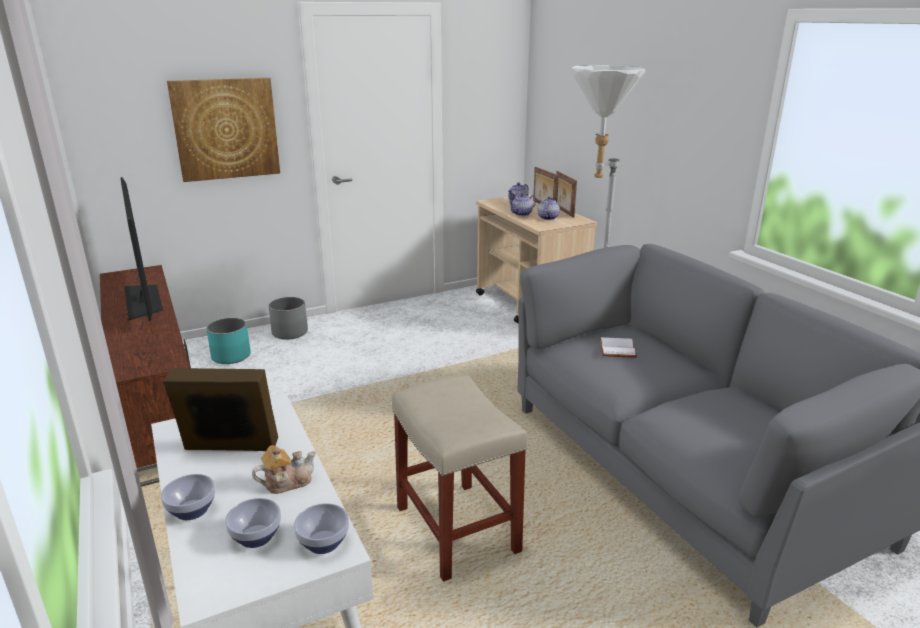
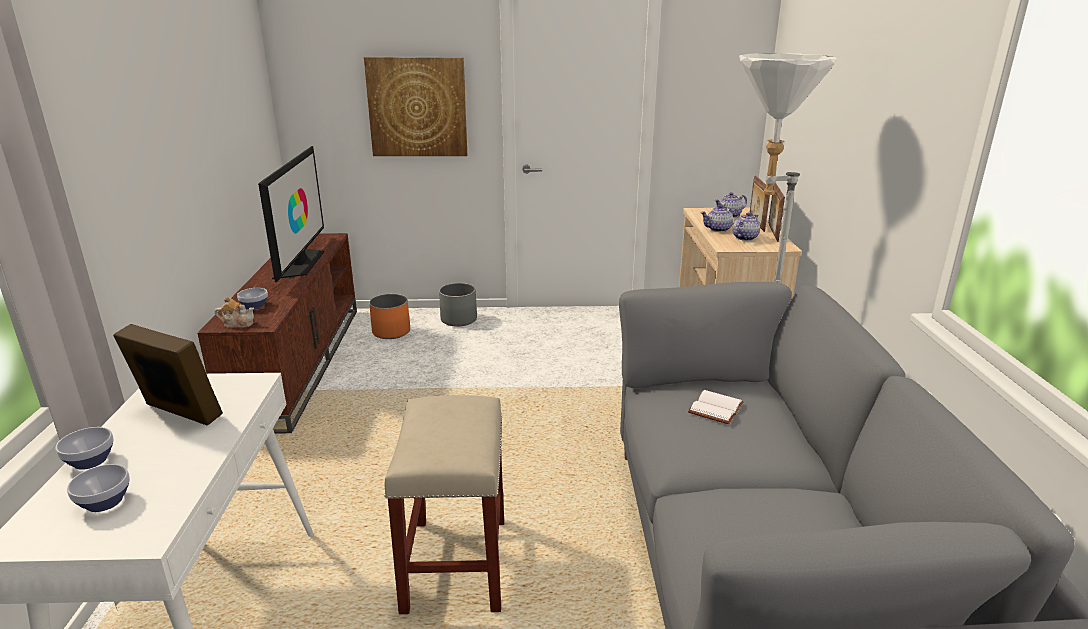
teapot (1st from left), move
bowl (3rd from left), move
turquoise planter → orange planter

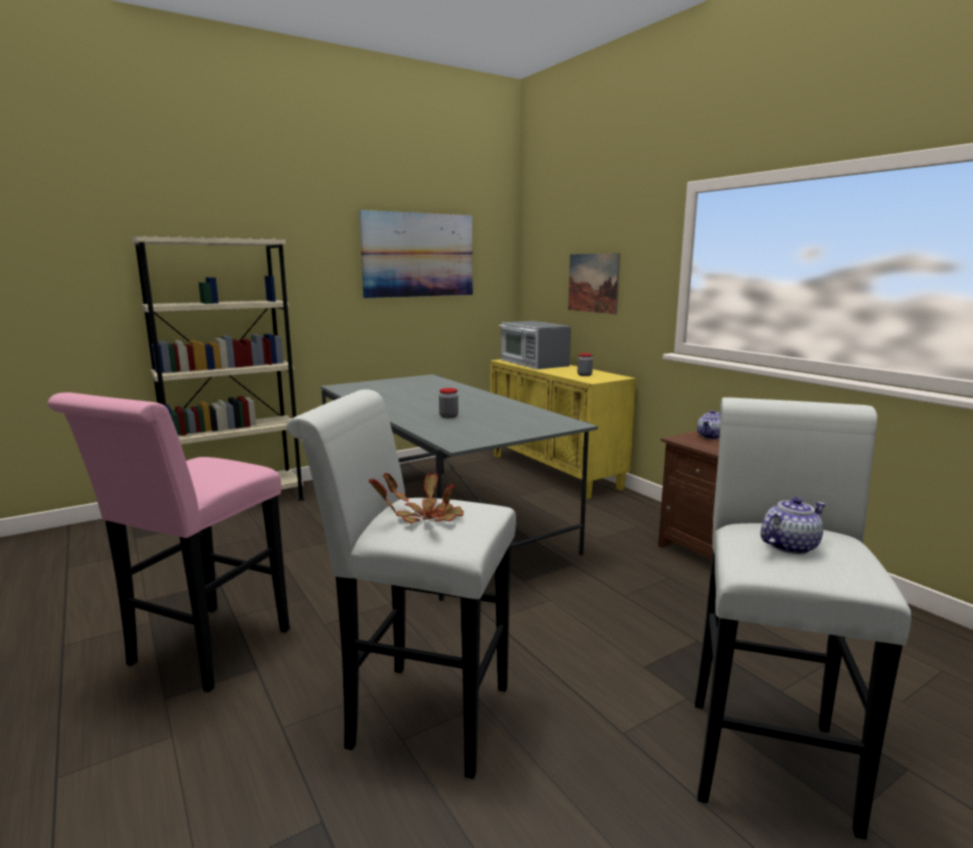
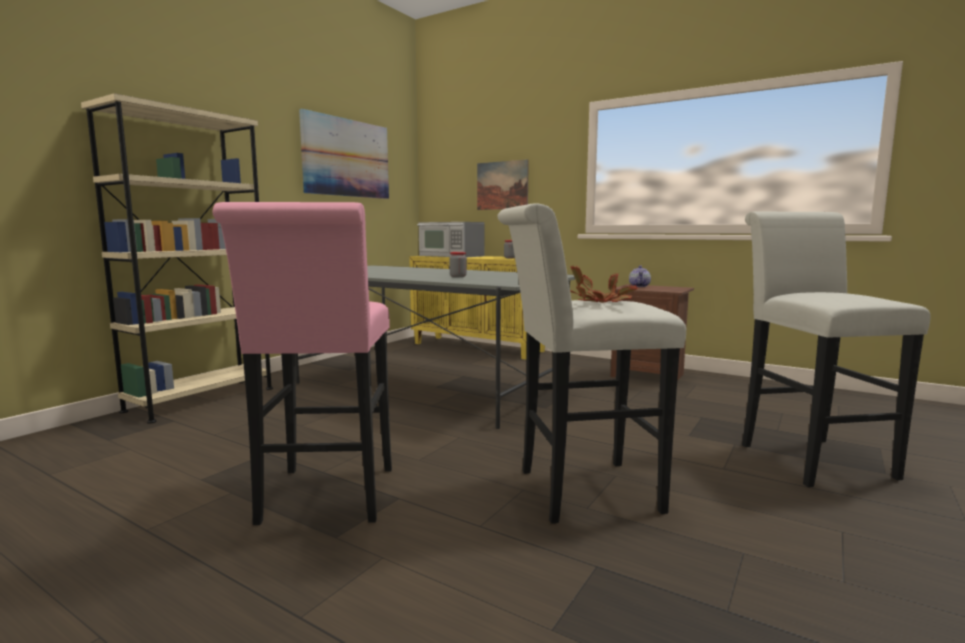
teapot (2nd from left) → -

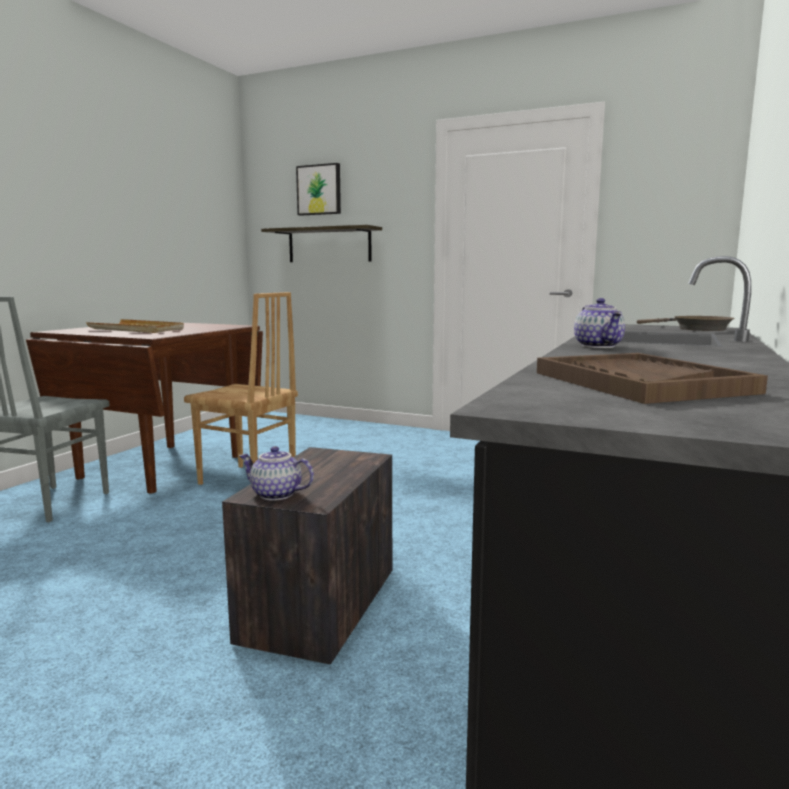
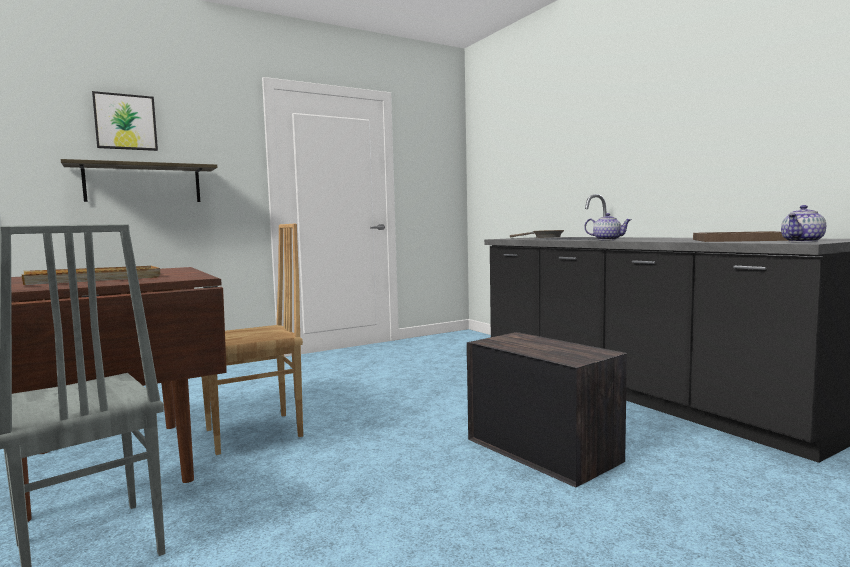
teapot (1st from left in the first image) → teapot (2nd from left), move

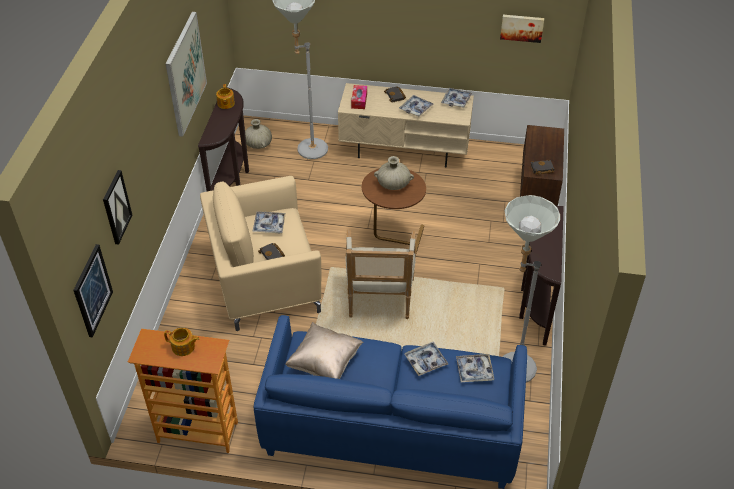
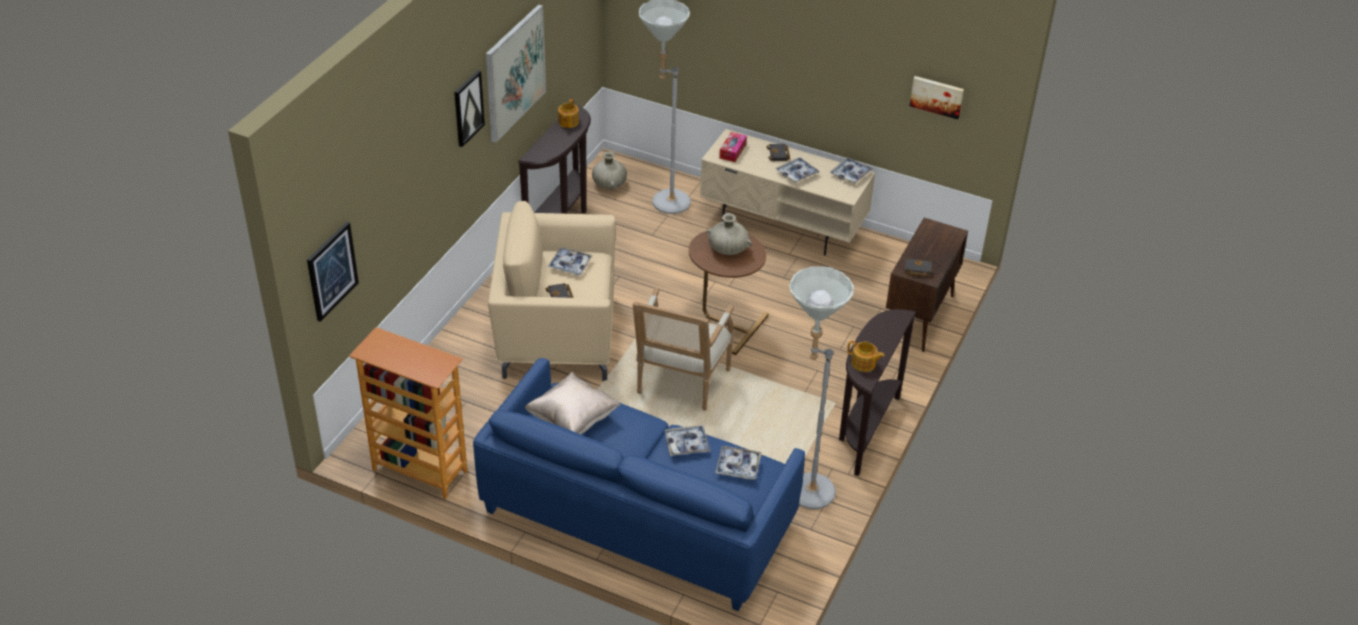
picture (2nd from left), move
teapot (1st from left in the first image) → teapot (2nd from left), move

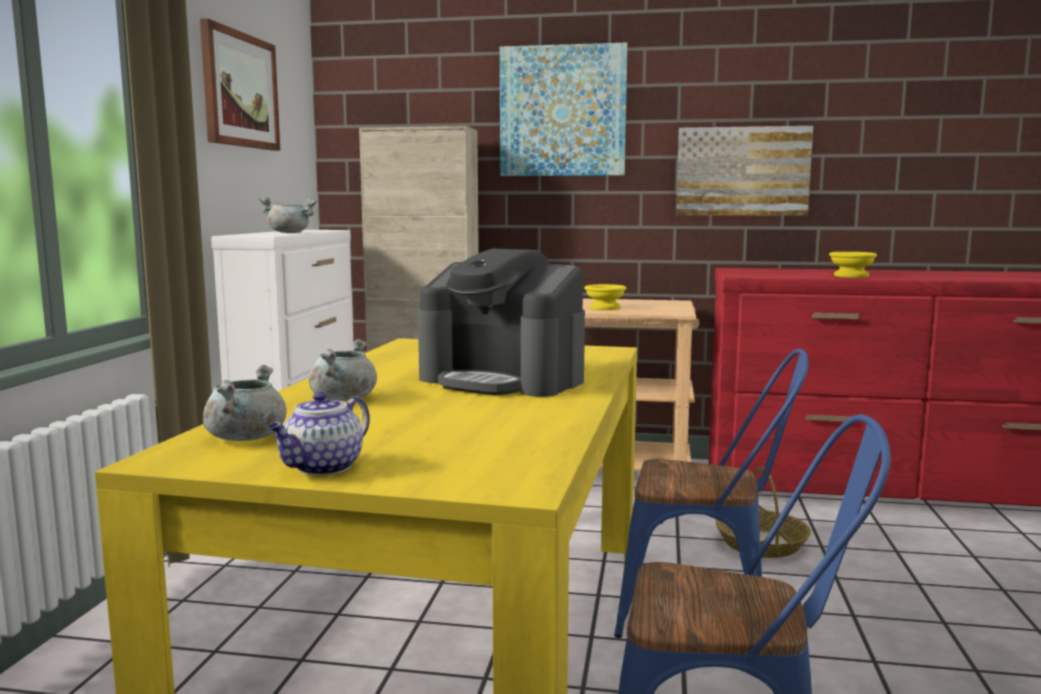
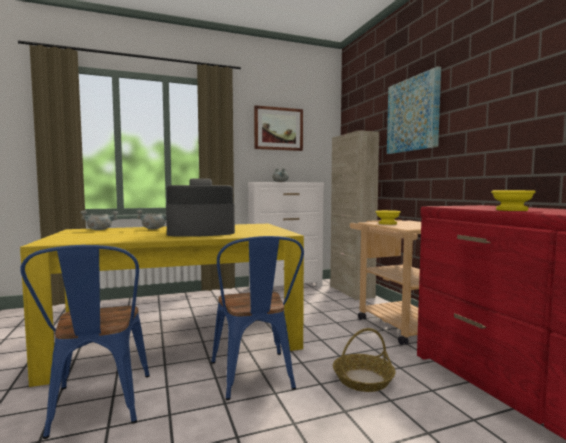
teapot → -
picture (3rd from left) → -
coffee machine, 75 degrees clockwise

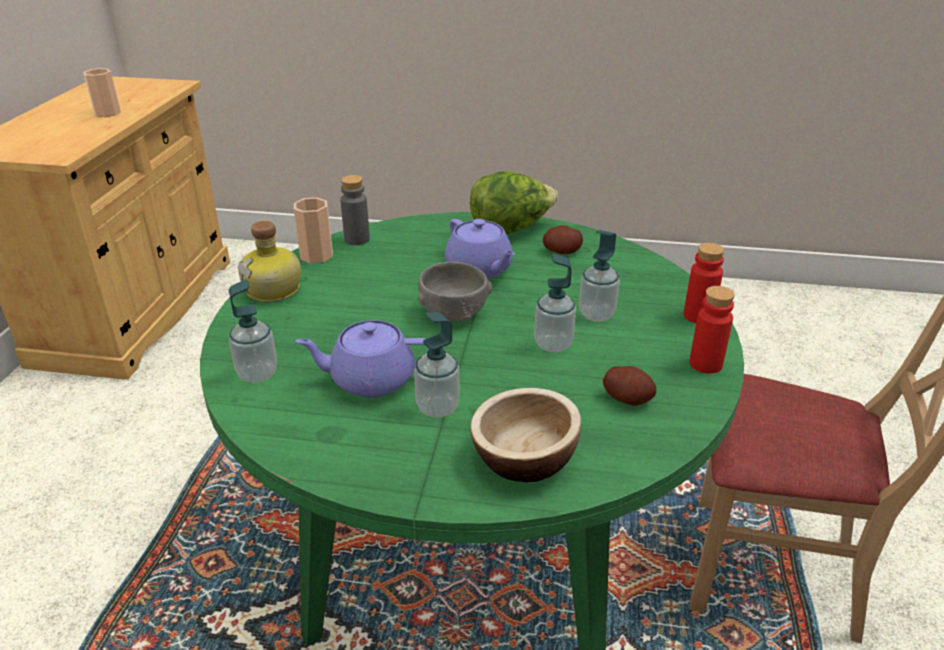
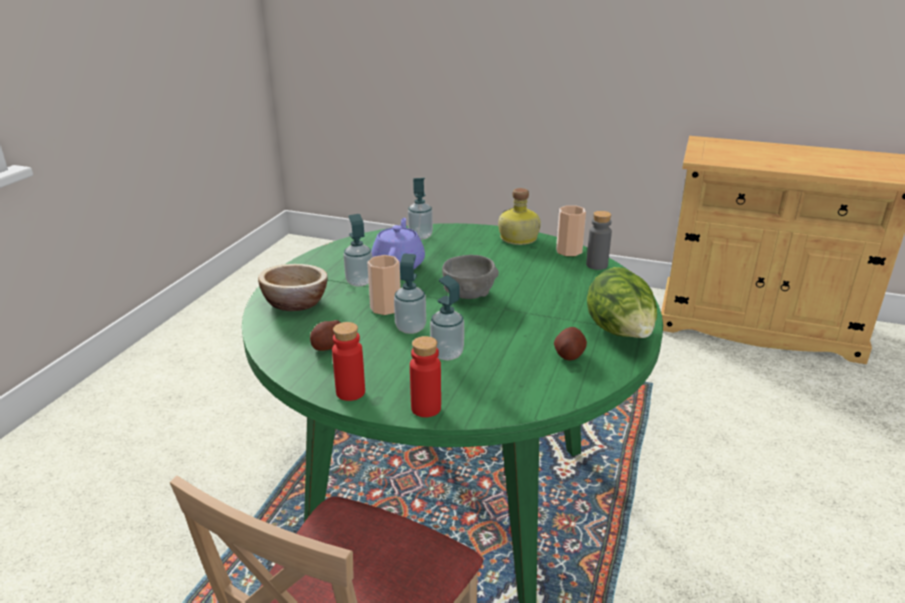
purple teapot (2nd from left) → -
cup (1st from left), move

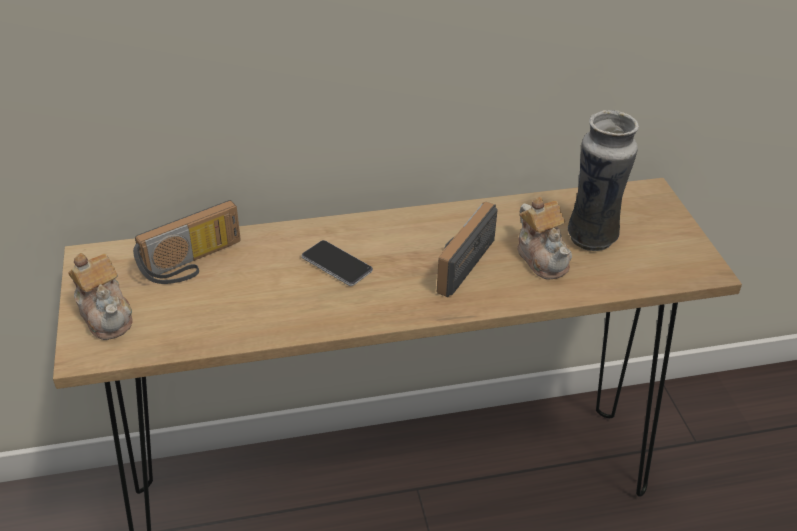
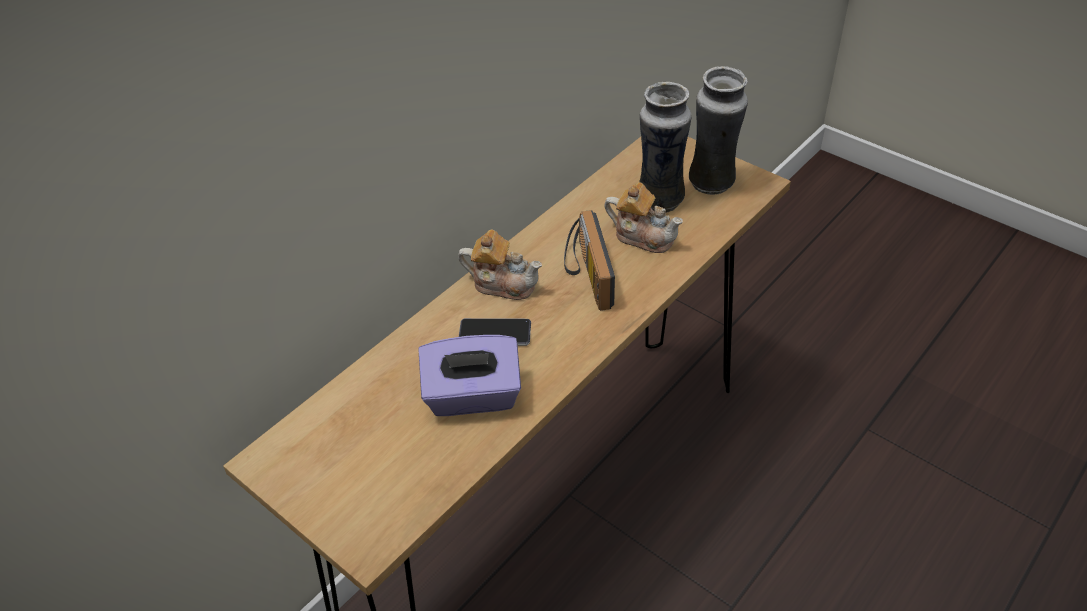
radio (1st from left) → -
- → purple tissue box
- → vase (2nd from left)
teapot (1st from left), move

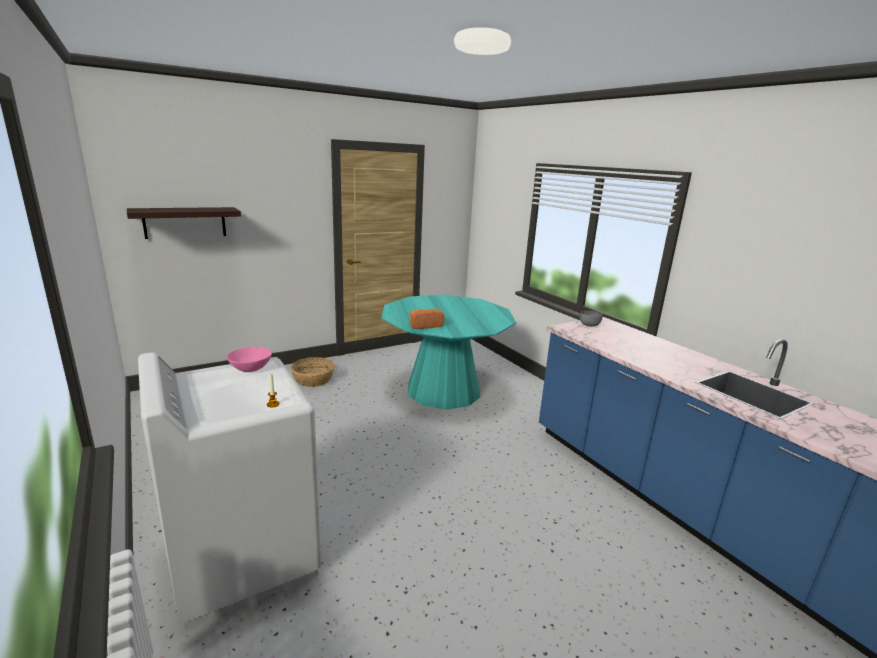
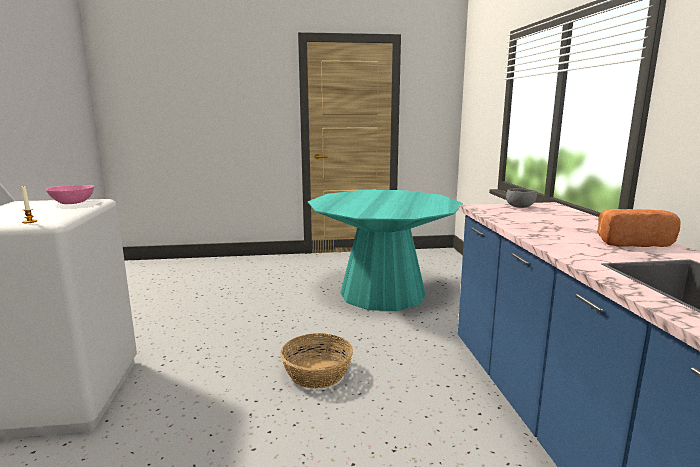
shelf → -
basket, move
bread, move

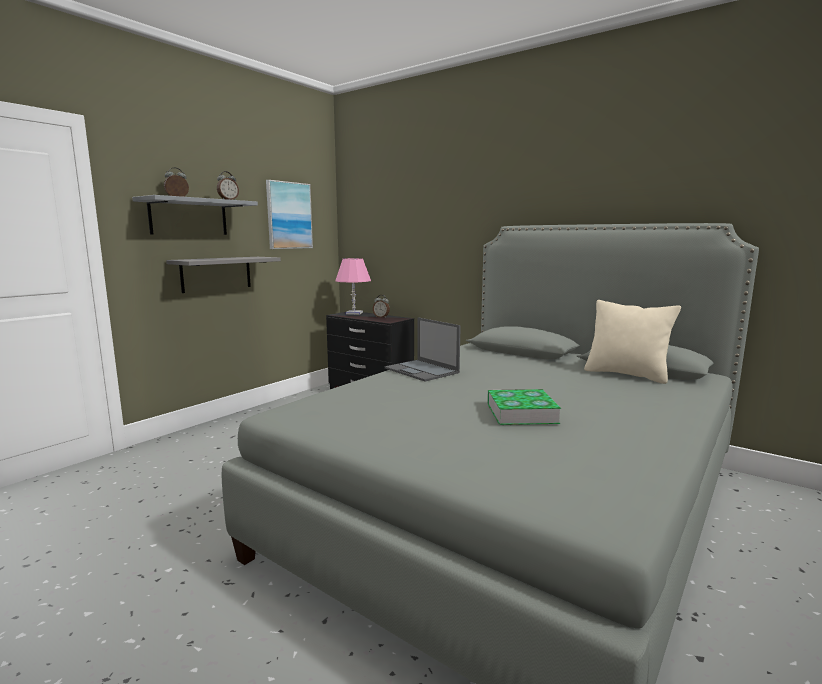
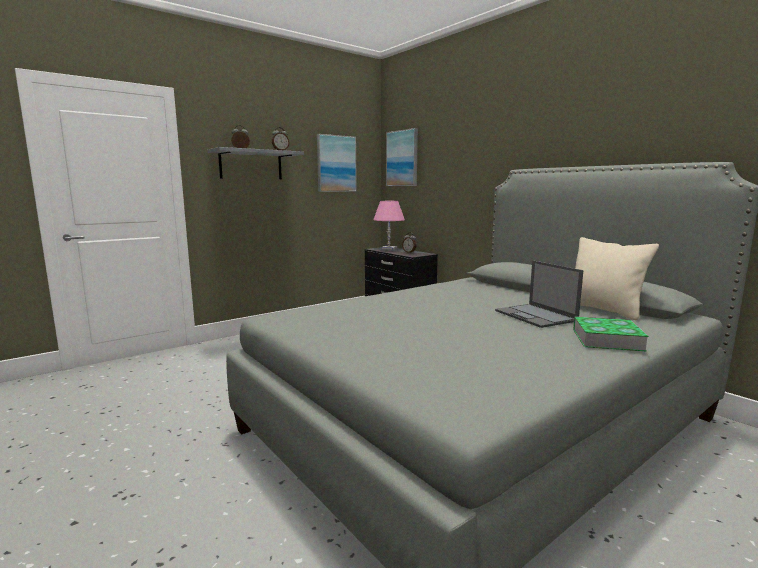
grey shelf (2nd from left) → -
- → picture (2nd from left)
laptop, move
book, move

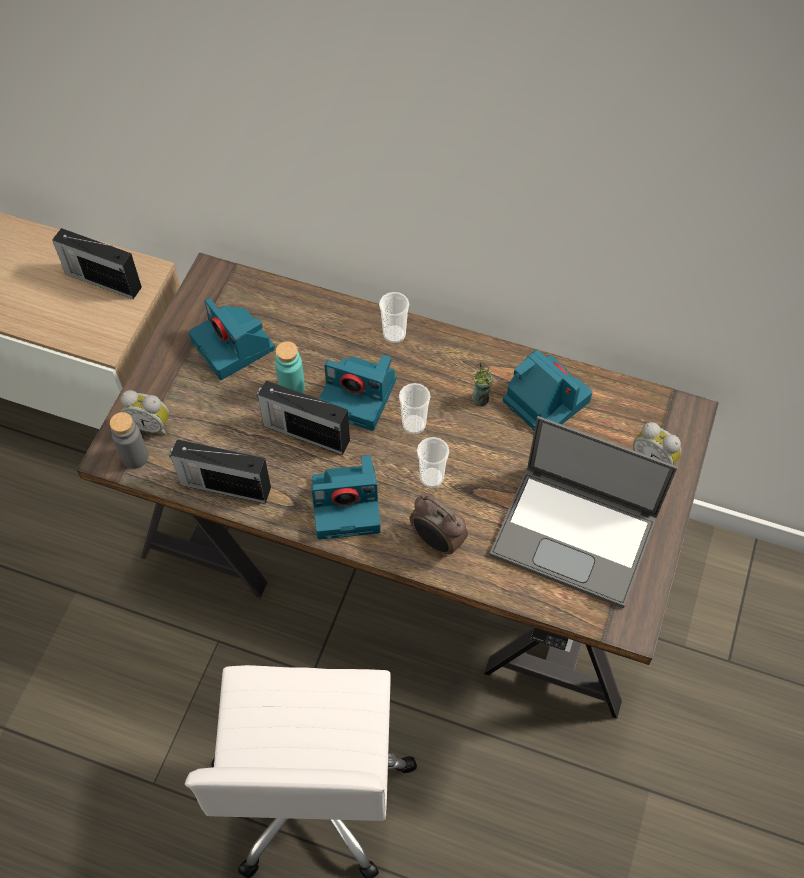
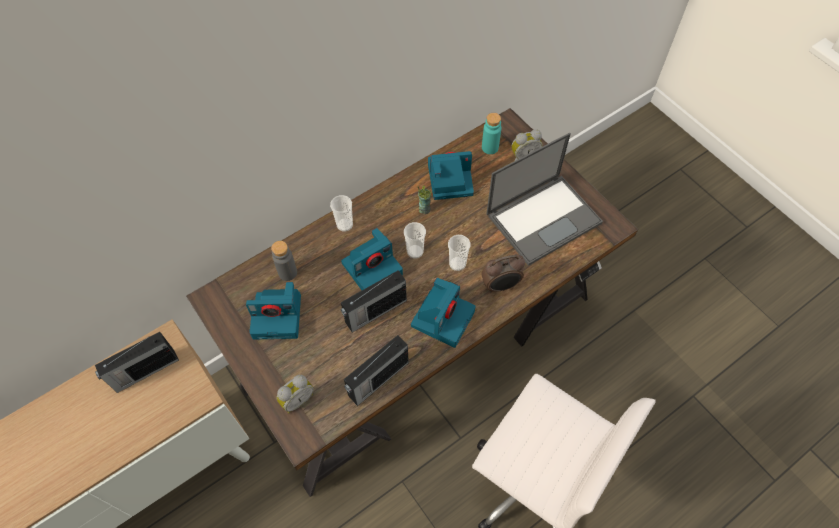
grey bottle, move
turquoise bottle, move

